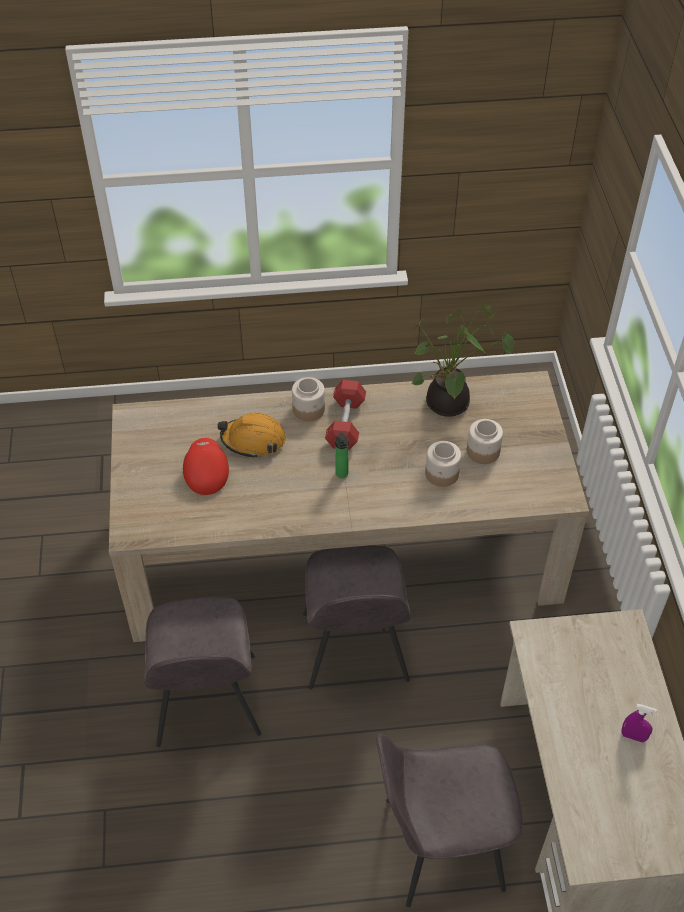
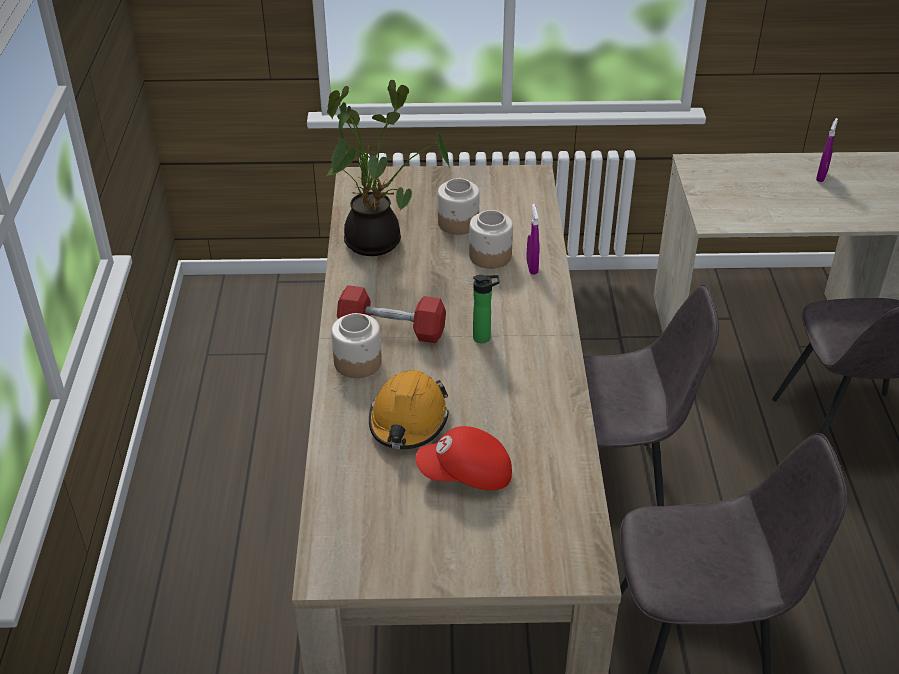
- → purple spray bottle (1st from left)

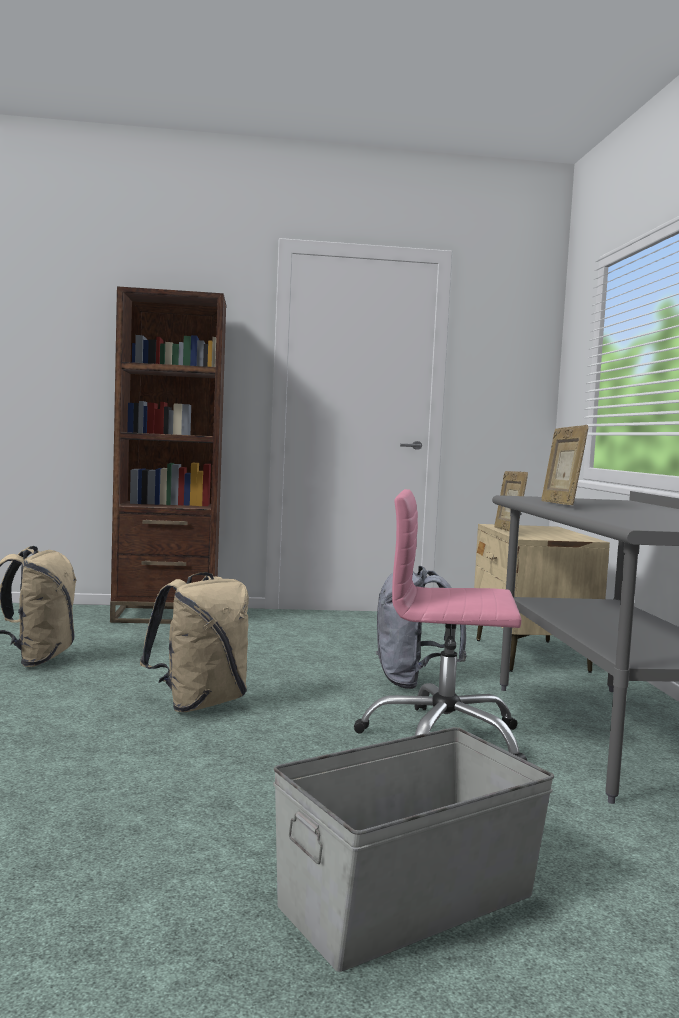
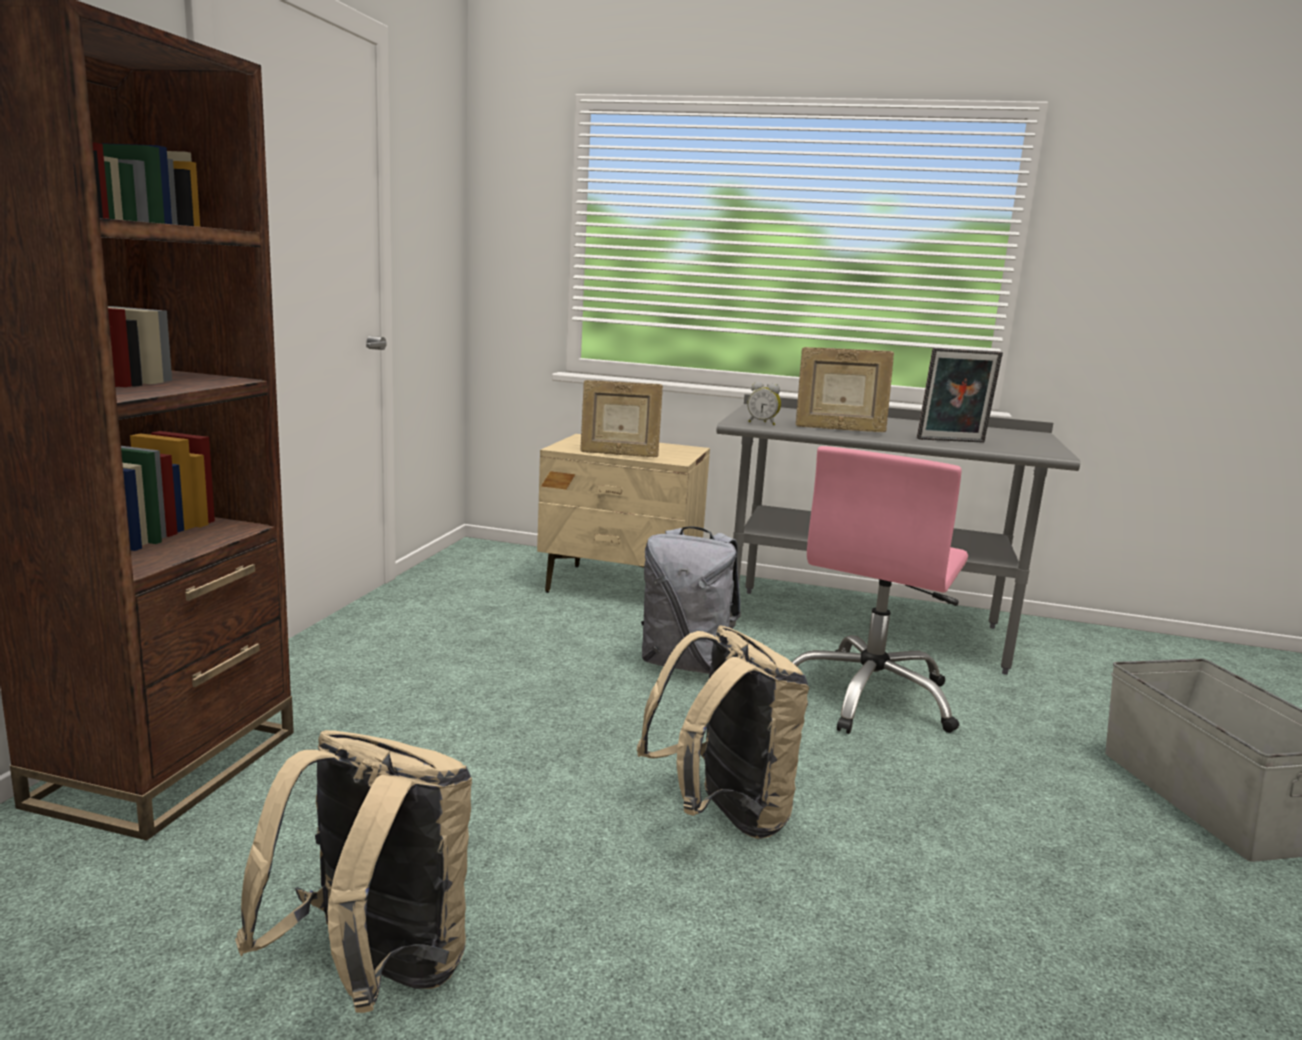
- → alarm clock
- → picture frame (3rd from left)

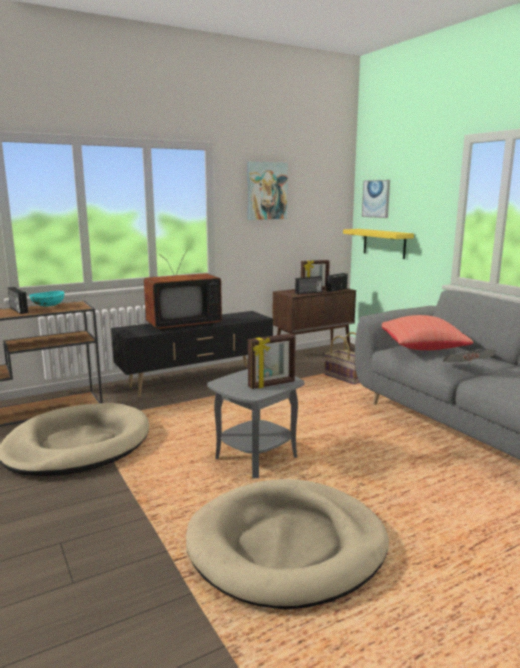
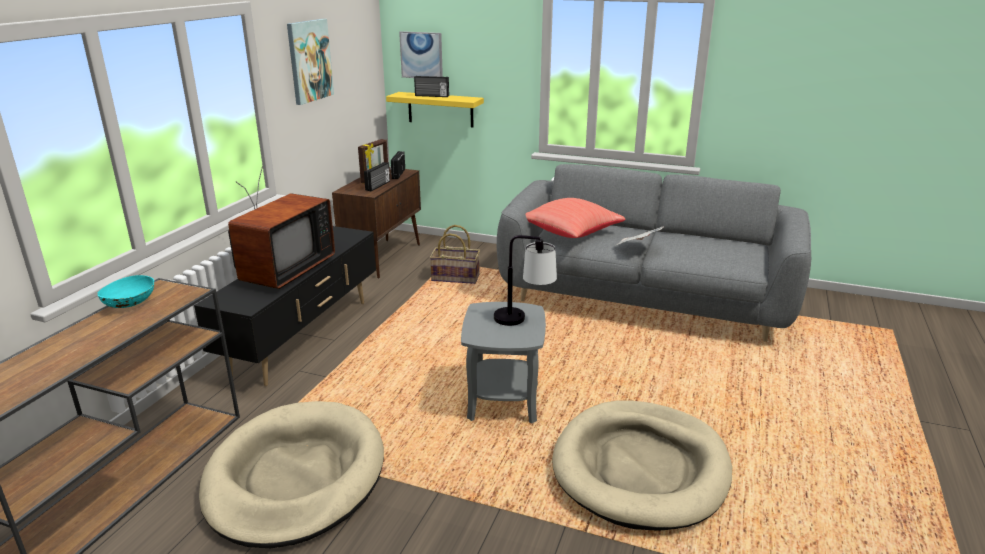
radio (1st from left in the first image) → radio (3rd from left), move
picture frame (1st from left) → table lamp

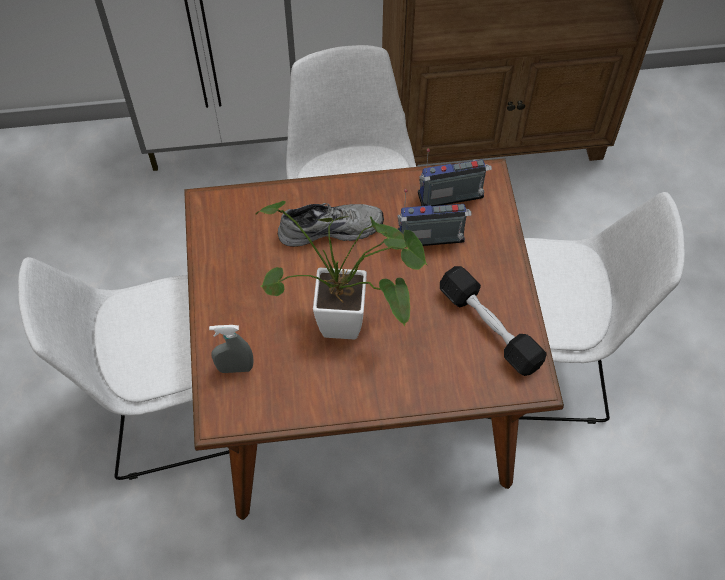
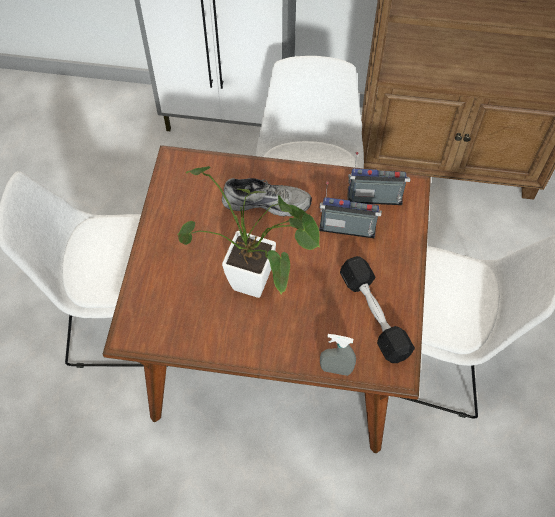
grey spray bottle, move

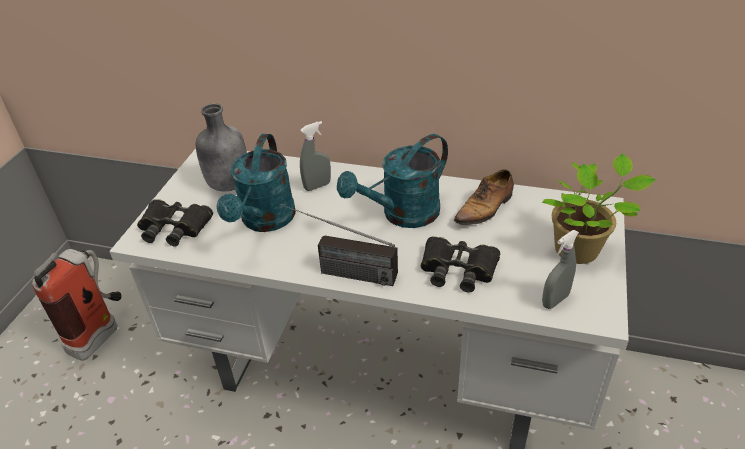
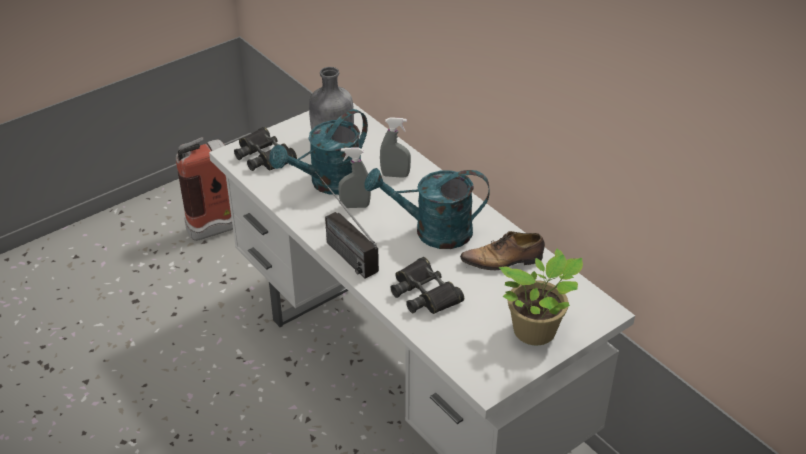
grey spray bottle (2nd from left in the first image) → grey spray bottle (1st from left), move

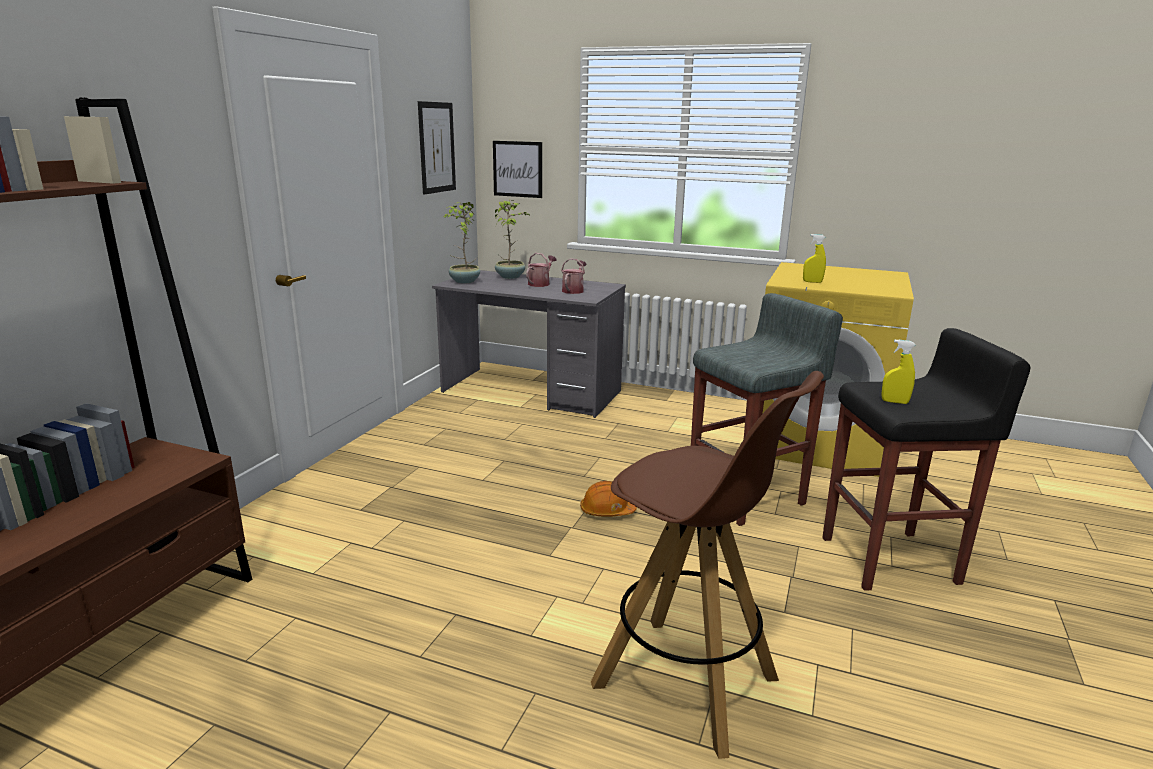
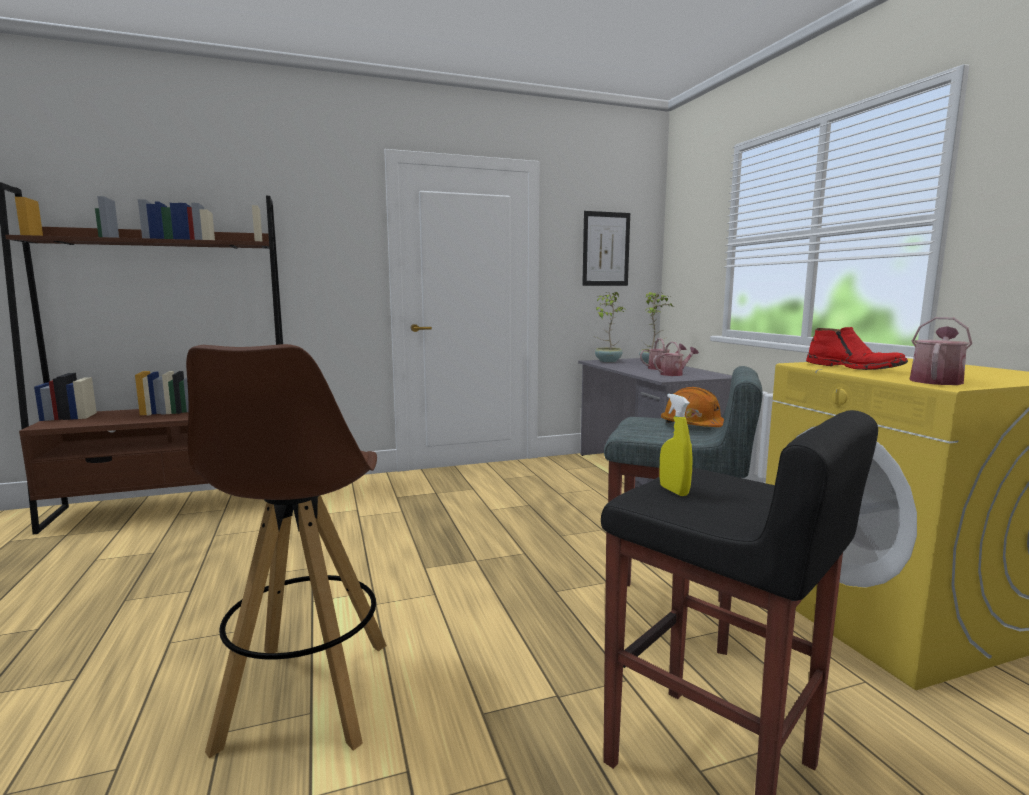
picture (2nd from left) → -
- → watering can (3rd from left)
orange hard hat, move
yellow spray bottle (1st from left) → red boot

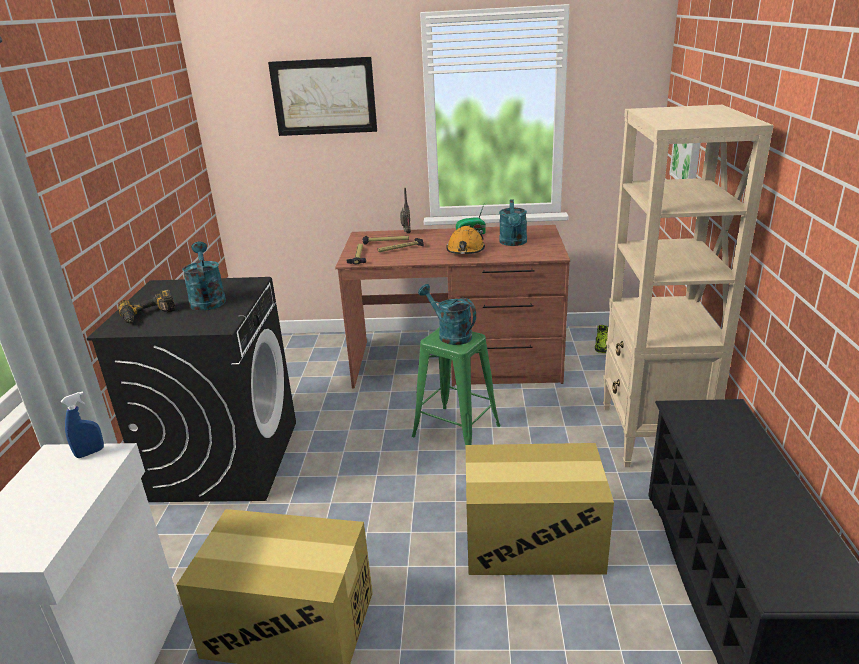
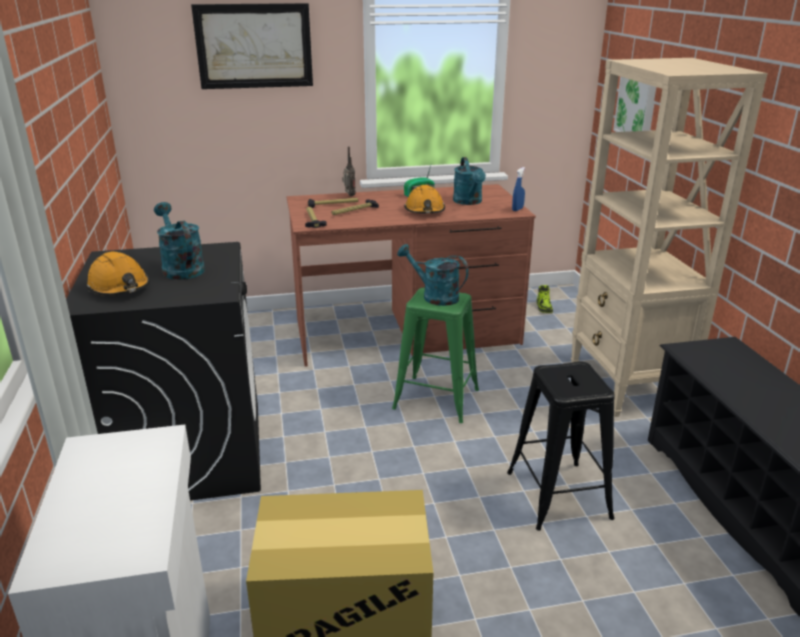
blue spray bottle, move
power drill → orange hard hat (1st from left)
cardboard box (2nd from left) → black stool

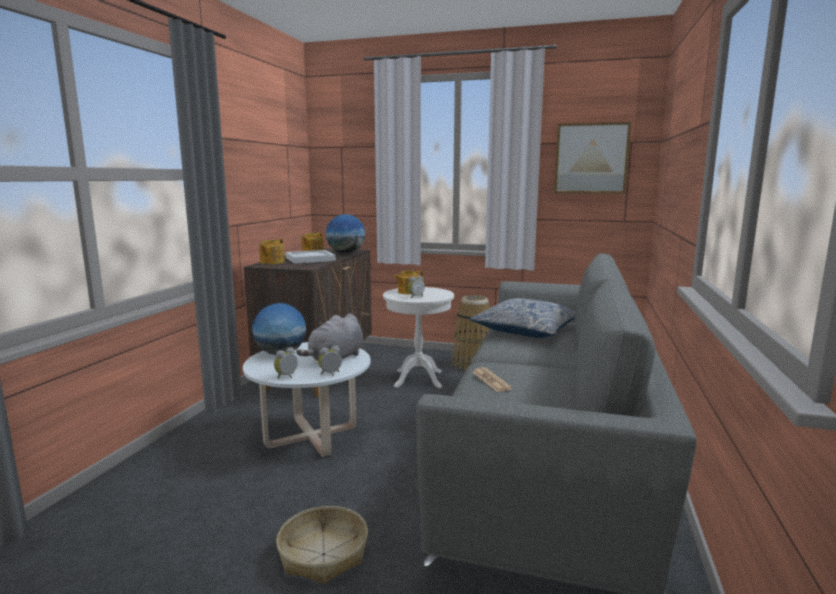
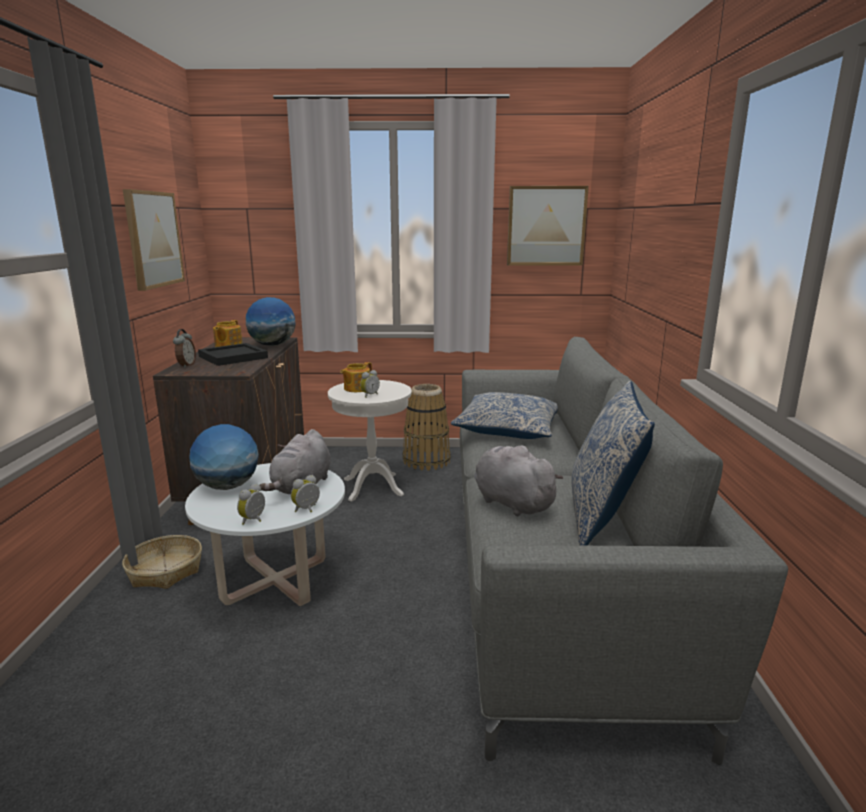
- → picture (1st from left)
- → pillow (2nd from left)
basket (1st from left), move
teapot (1st from left) → alarm clock (1st from left)
newspaper → grey plush toy (2nd from left)
white tray → black tray

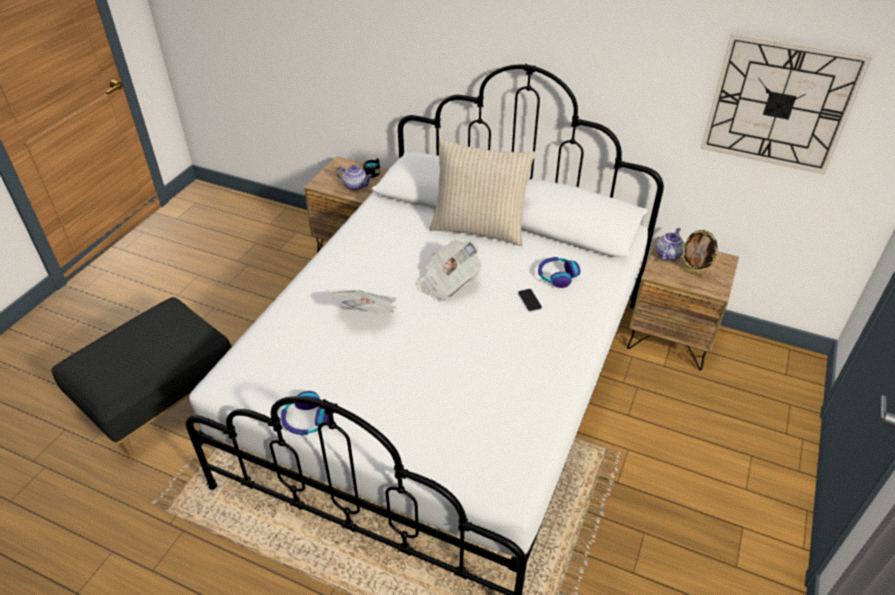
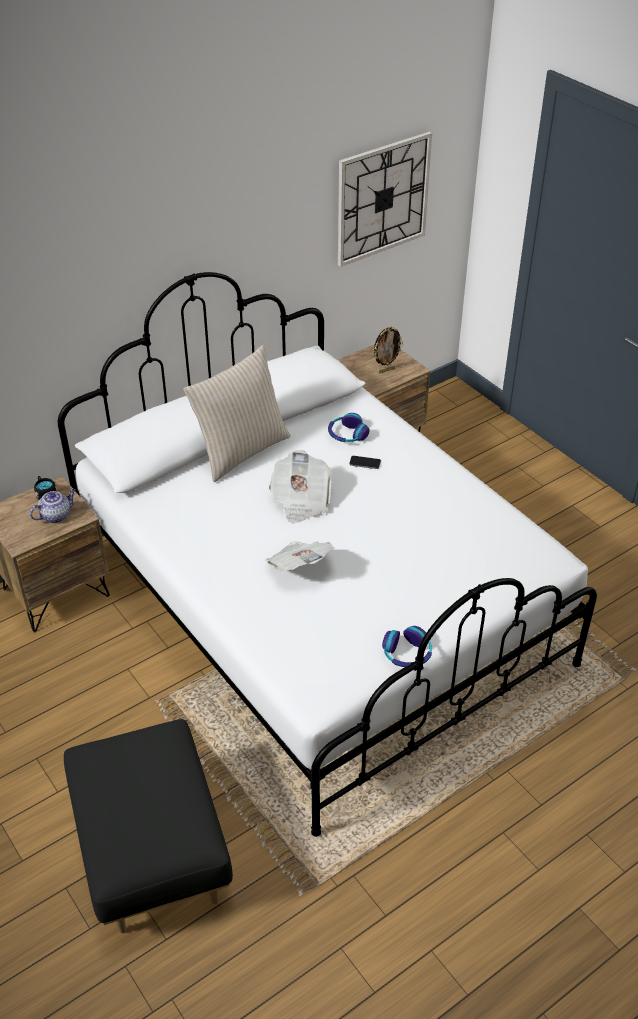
teapot (2nd from left) → -

